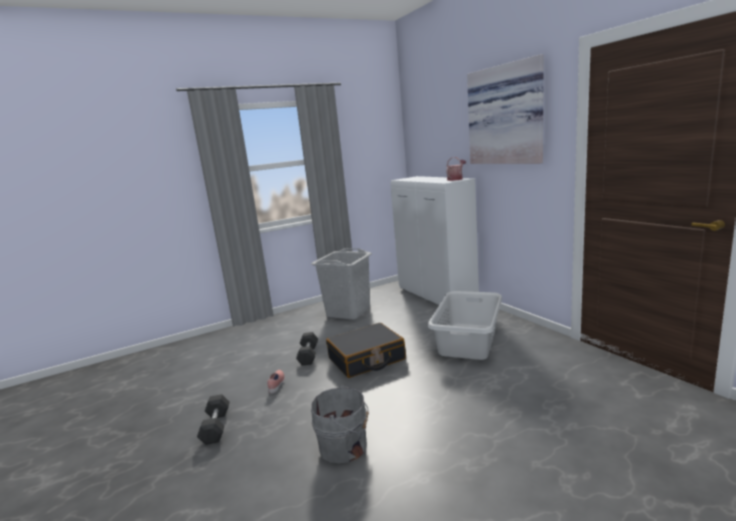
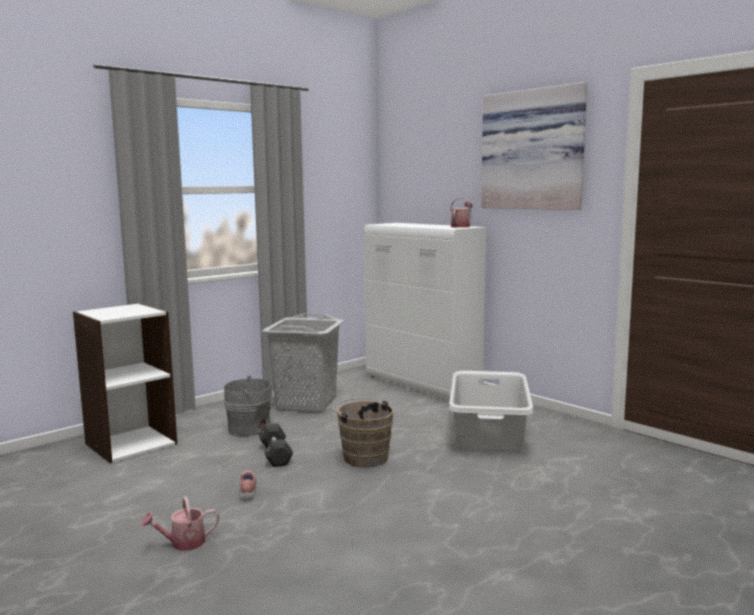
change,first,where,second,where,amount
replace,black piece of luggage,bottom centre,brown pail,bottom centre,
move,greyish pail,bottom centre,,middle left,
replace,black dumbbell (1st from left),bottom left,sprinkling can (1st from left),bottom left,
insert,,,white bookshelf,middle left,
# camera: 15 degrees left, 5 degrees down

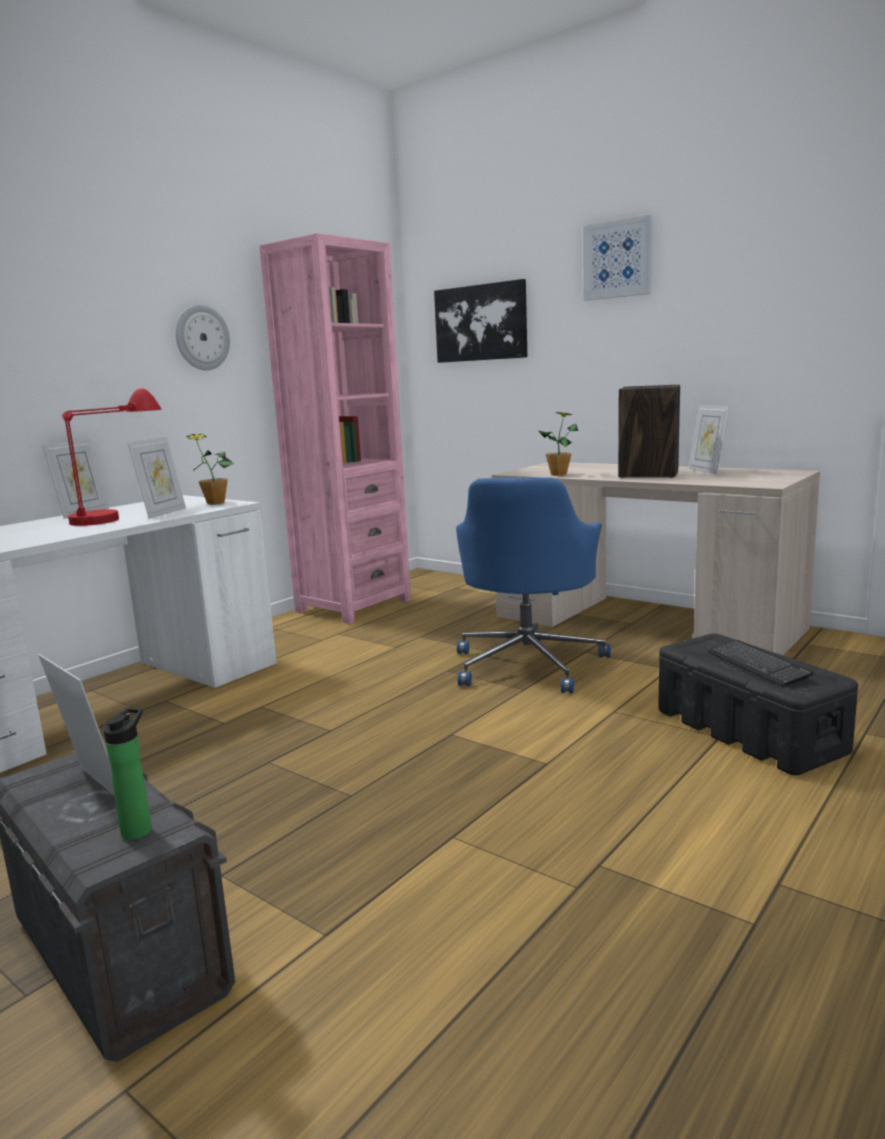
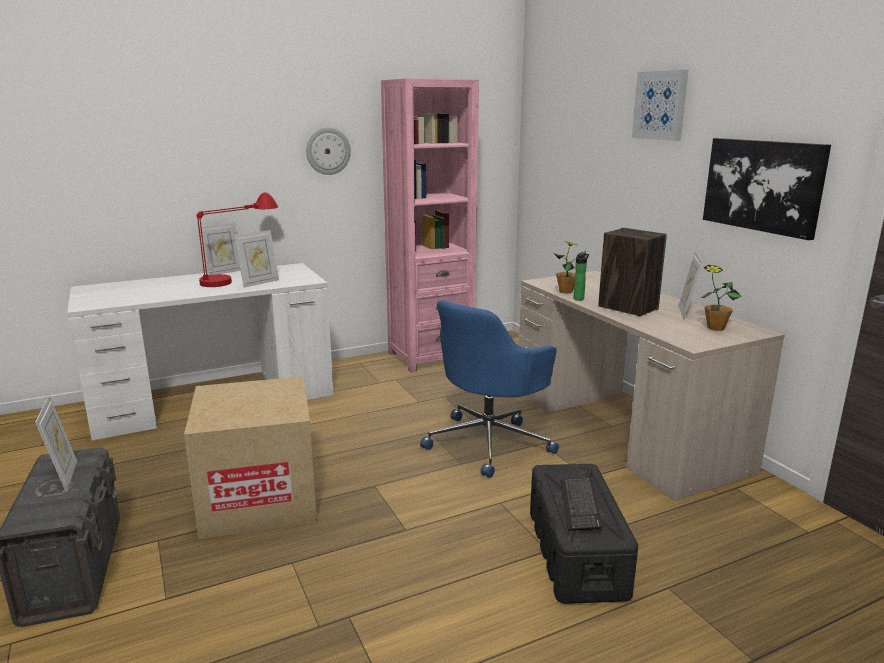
change,first,where,second,where,amount
move,wall art (1st from left in the first image),top centre,wall art (2nd from left),top right,
move,houseplant (1st from left in the first image),middle left,houseplant (2nd from left),middle right,
move,drink bottle,bottom left,,centre,
insert,,,cardboard box,bottom left,
# camera: 25 degrees right, 5 degrees up

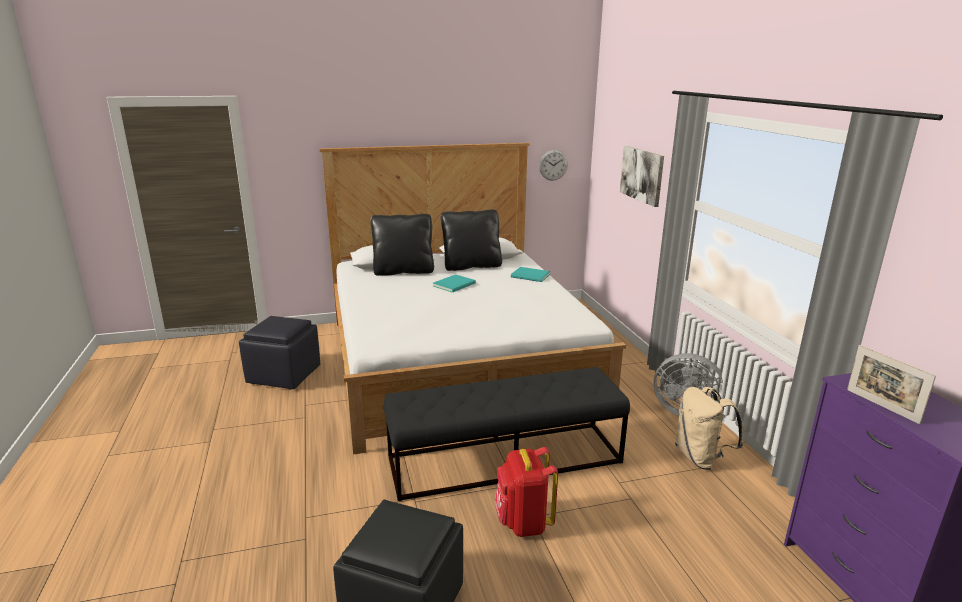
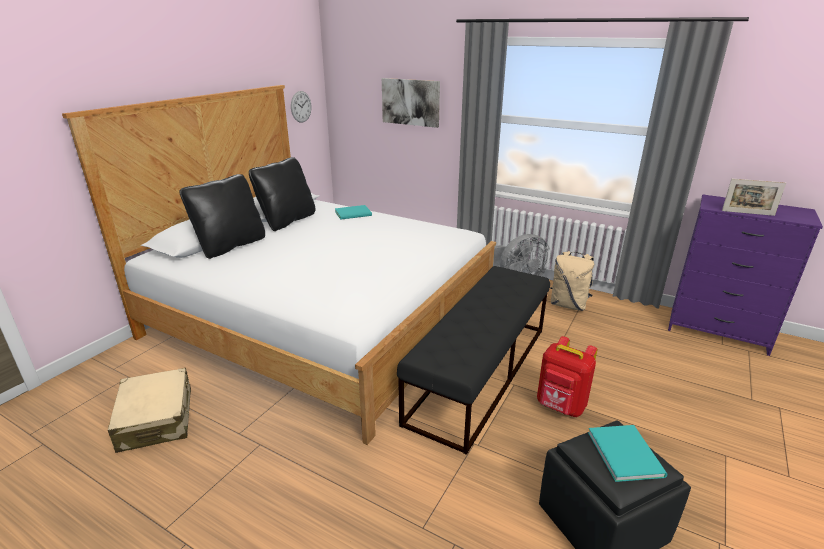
change,first,where,second,where,amount
move,blue-green volume (1st from left in the first image),centre,blue-green volume (2nd from left),bottom right,
replace,black pouffe (1st from left),middle left,beige-coloured piece of luggage,bottom left,
# camera: 45 degrees left, 5 degrees up

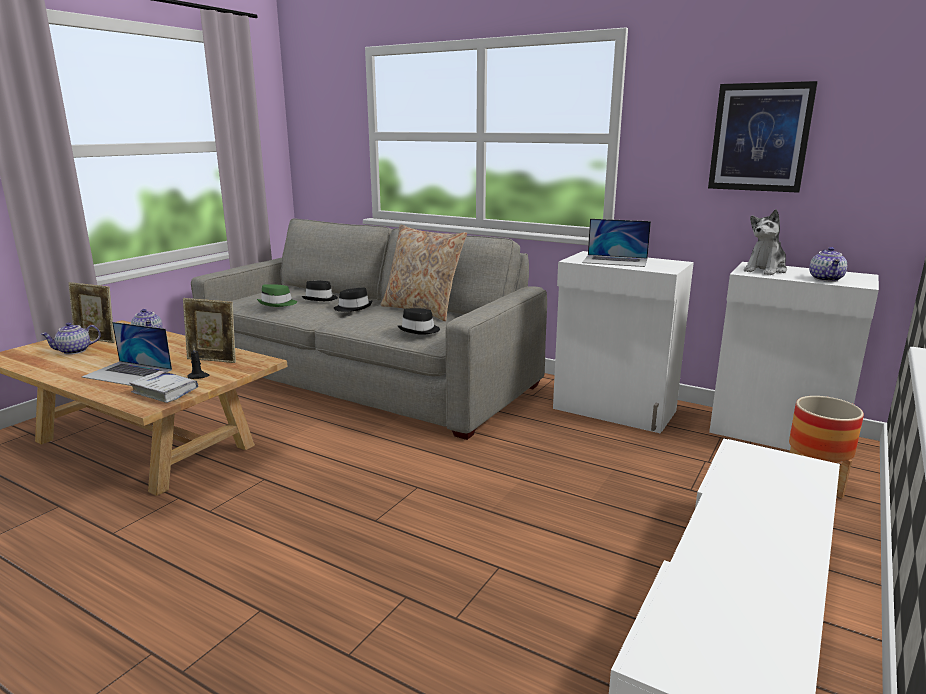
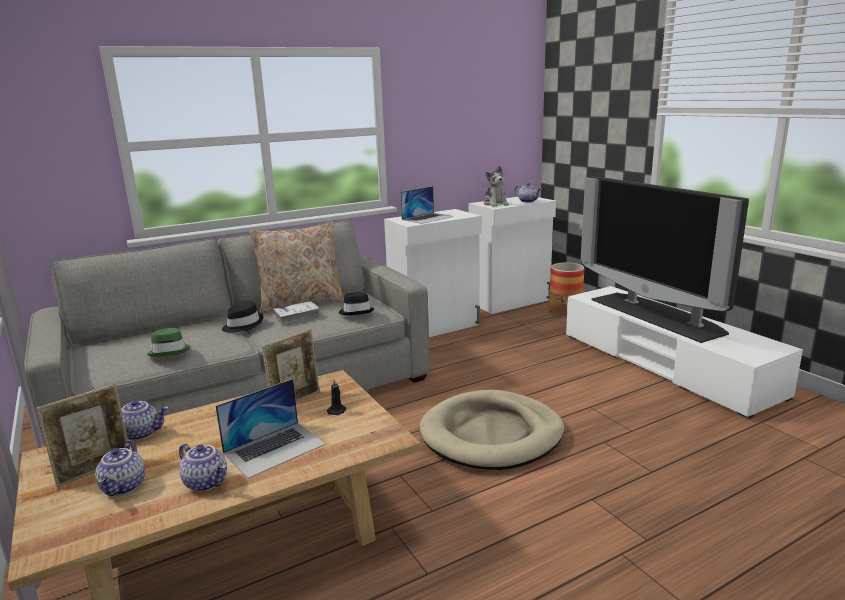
change,first,where,second,where,amount
delete,wall art,top right,,,
delete,black clothing hat (1st from left),centre,,,
move,white volume,middle left,,centre,
insert,,,TV,middle right,
insert,,,beige-coloured dog cushion,bottom centre,
insert,,,tea pot (3rd from left),bottom left,
# camera: 60 degrees left, 0 degrees up

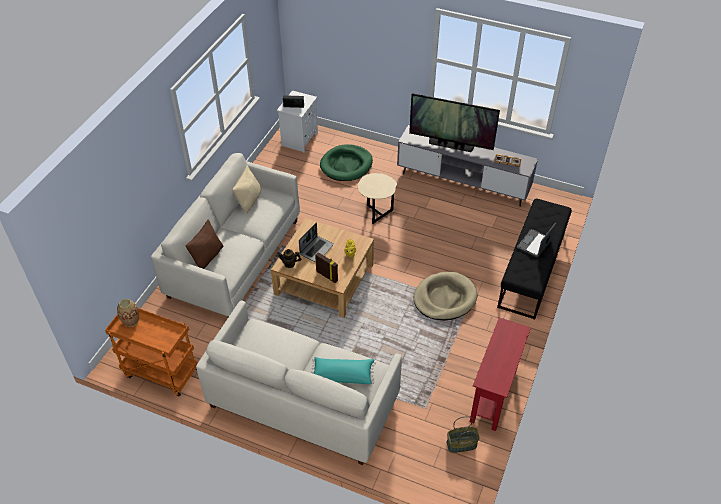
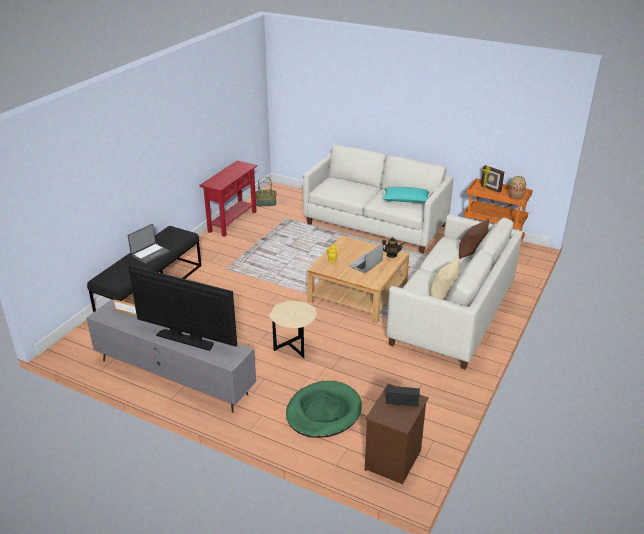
change,first,where,second,where,amount
recolor,white nightstand,top centre,brown nightstand,bottom centre,
move,standing frame (1st from left in the first image),centre,standing frame (2nd from left),middle right,
delete,beige-coloured dog cushion,centre,,,
move,blue-green cushion,bottom centre,,centre,
# camera: 175 degrees left, 15 degrees down

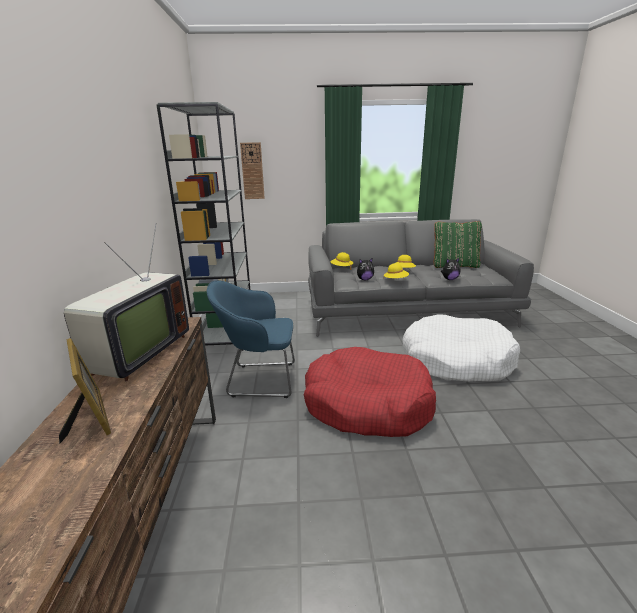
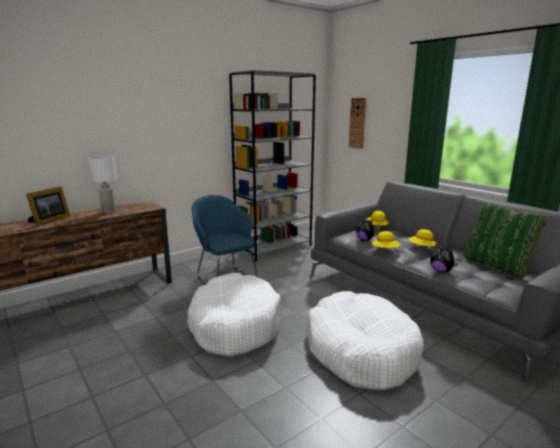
change,first,where,second,where,amount
replace,TV,middle left,white lamp for a table,middle left,
recolor,red dog cushion,centre,white dog cushion (1st from left),bottom centre,
# camera: 55 degrees right, 5 degrees down

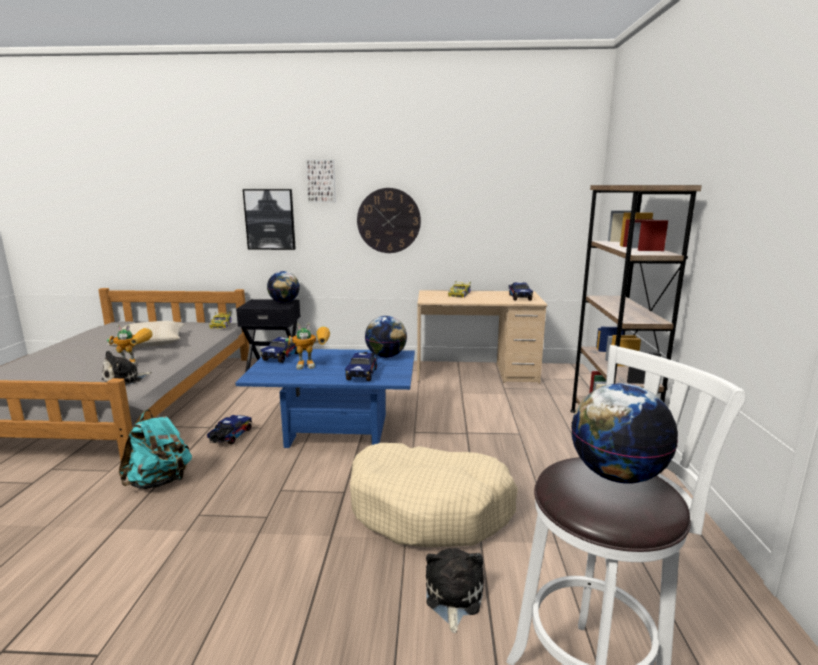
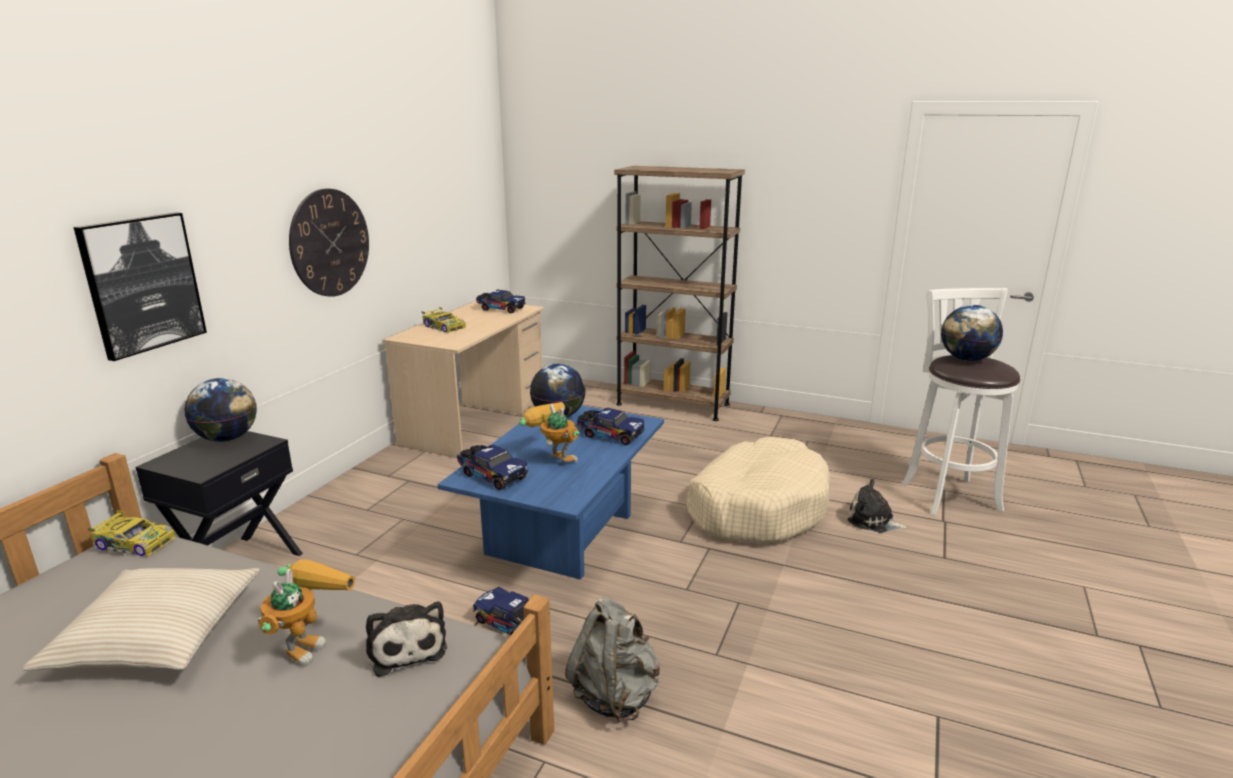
change,first,where,second,where,amount
delete,wall art (2nd from left),top centre,,,
rotate,model robot (2nd from left),centre,,centre,60 degrees counterclockwise
recolor,blue-green rucksack,bottom left,greyish rucksack,bottom centre,
# camera: 70 degrees left, 5 degrees up

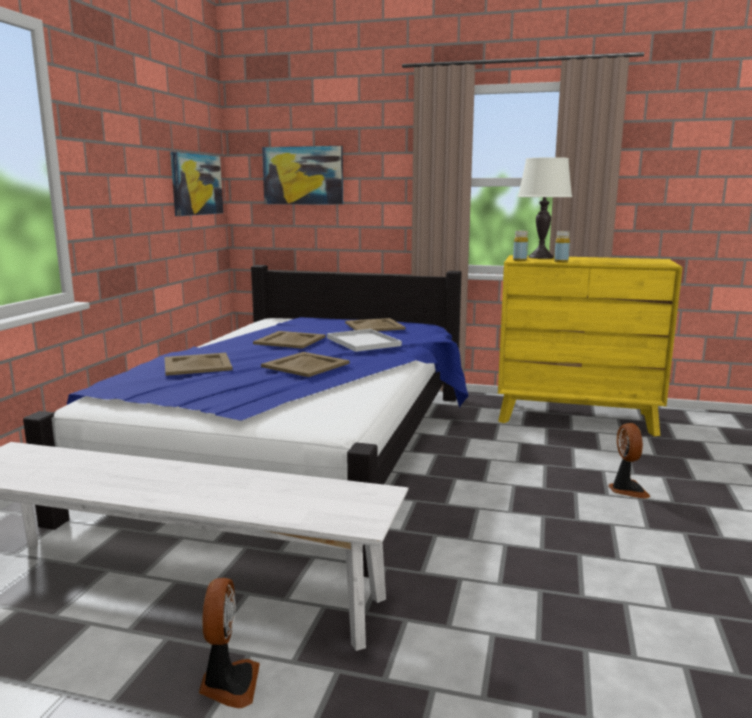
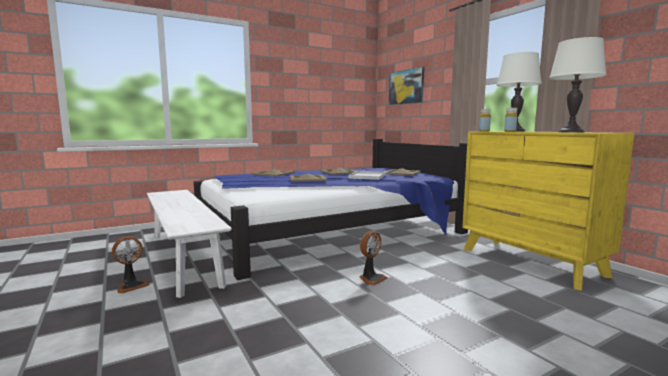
change,first,where,second,where,amount
delete,wall art (1st from left),top left,,,
move,fan (2nd from left),middle right,,bottom centre,
insert,,,white lamp for a table (2nd from left),top right,
# camera: 45 degrees right, 5 degrees down

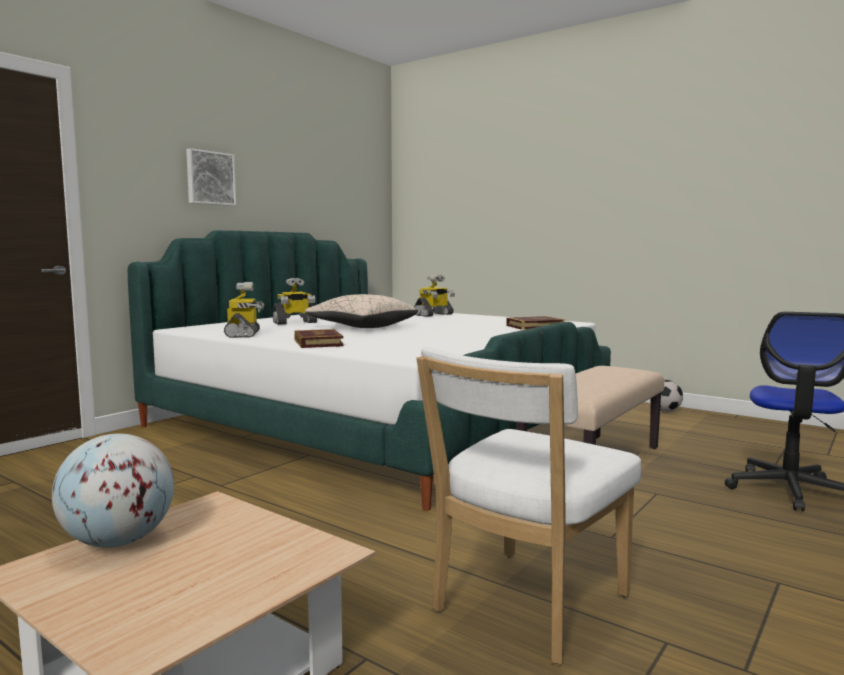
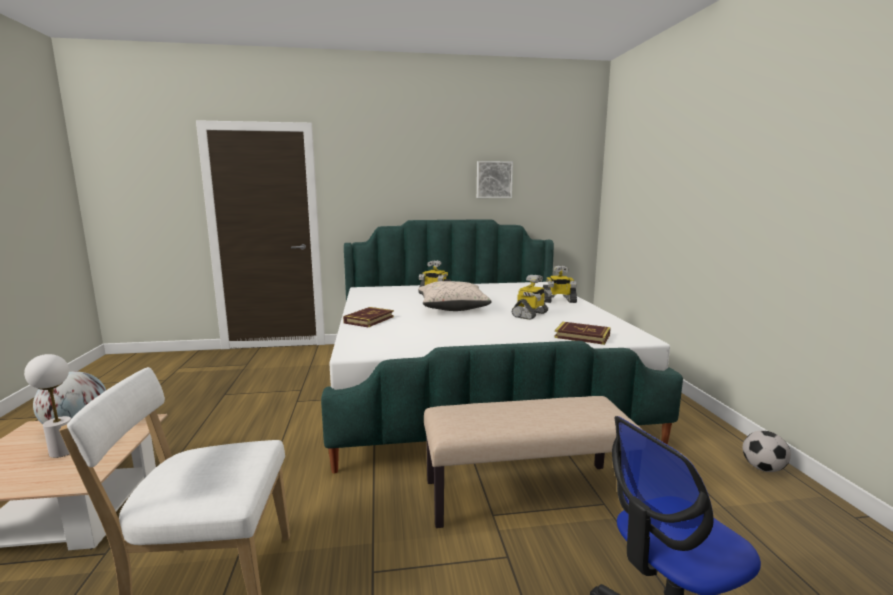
change,first,where,second,where,amount
move,wall art,top left,,top centre,
move,model robot (1st from left in the first image),middle left,model robot (2nd from left),centre,
insert,,,white lamp for a table,bottom left,
# camera: 45 degrees right, 5 degrees up

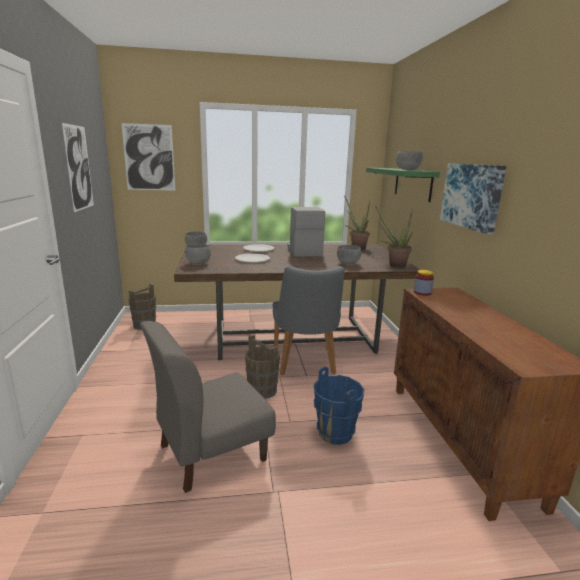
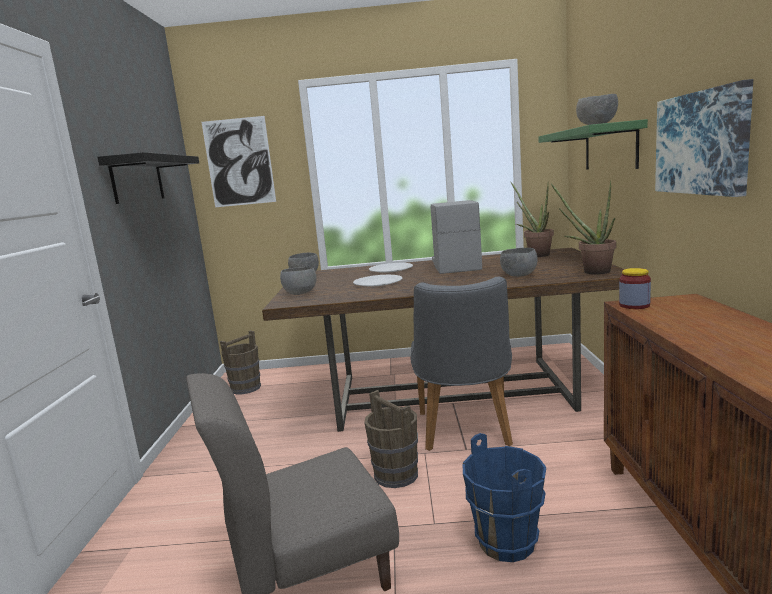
change,first,where,second,where,amount
replace,wall art (1st from left),top left,black shelf,top left,
# camera: 10 degrees right, 5 degrees down

